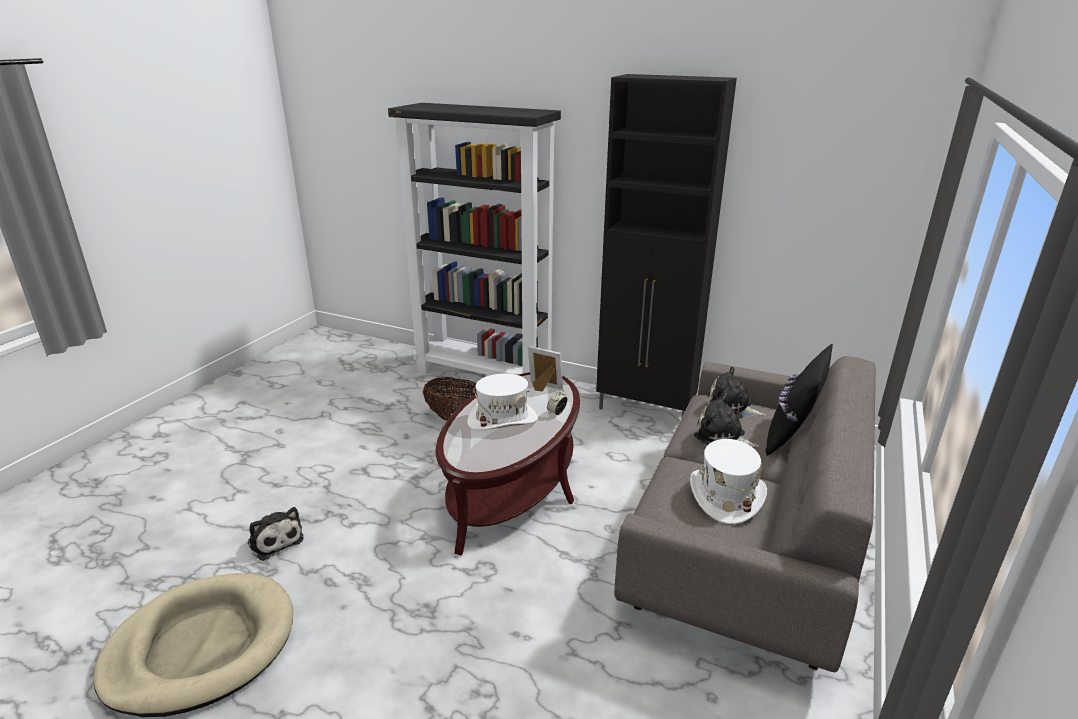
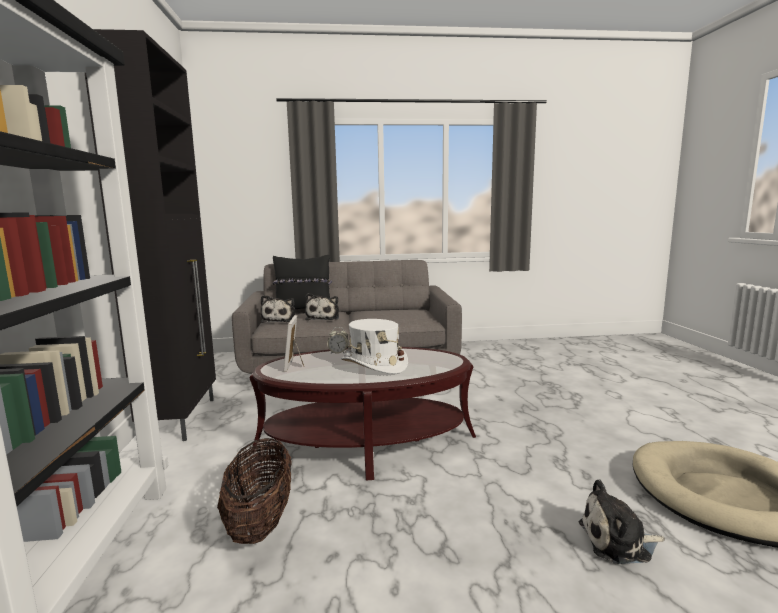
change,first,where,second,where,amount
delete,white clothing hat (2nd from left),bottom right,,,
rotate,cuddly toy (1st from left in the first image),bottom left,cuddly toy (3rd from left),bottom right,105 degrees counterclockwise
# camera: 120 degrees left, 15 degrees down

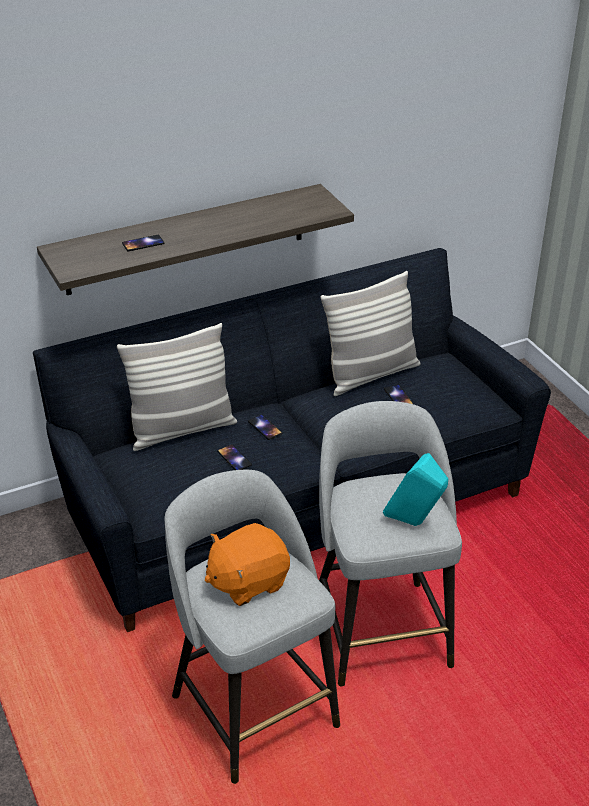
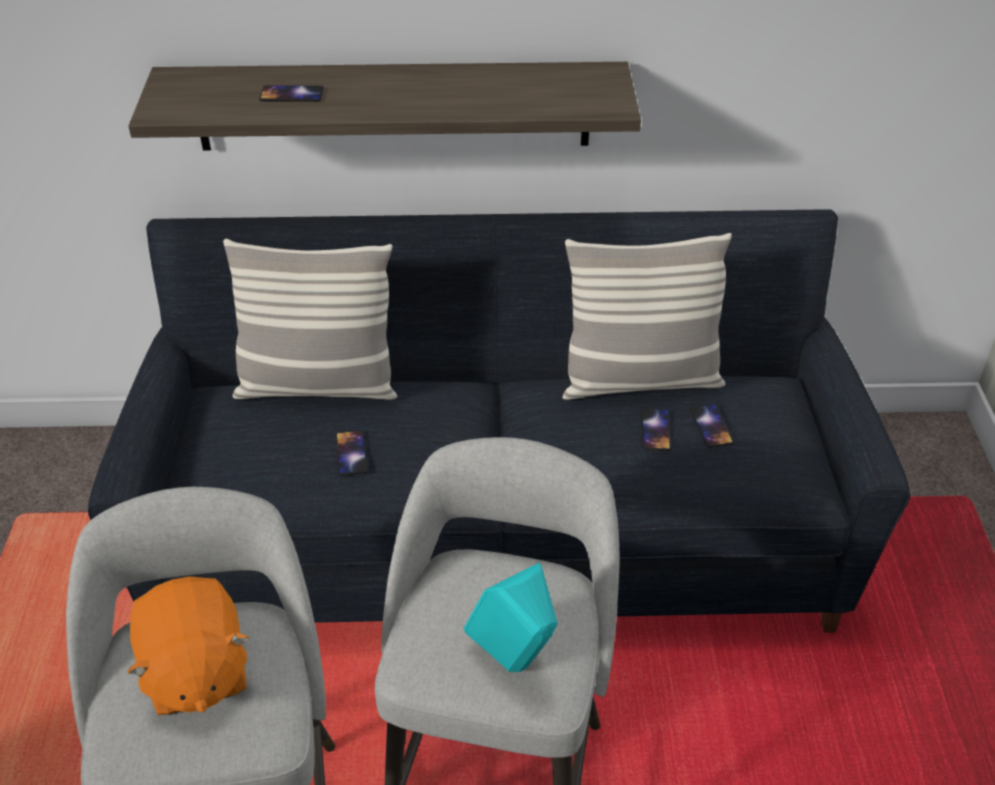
change,first,where,second,where,amount
move,telephone (3rd from left in the first image),centre,telephone (4th from left),middle right,
rotate,orange cuddly toy,bottom centre,,bottom left,105 degrees counterclockwise
# camera: 25 degrees right, 5 degrees up

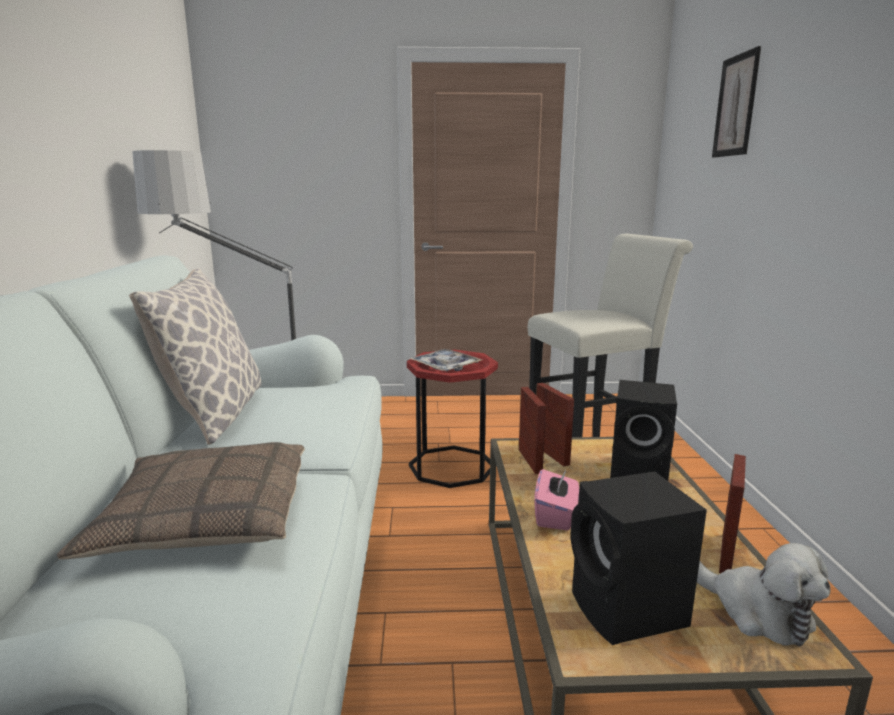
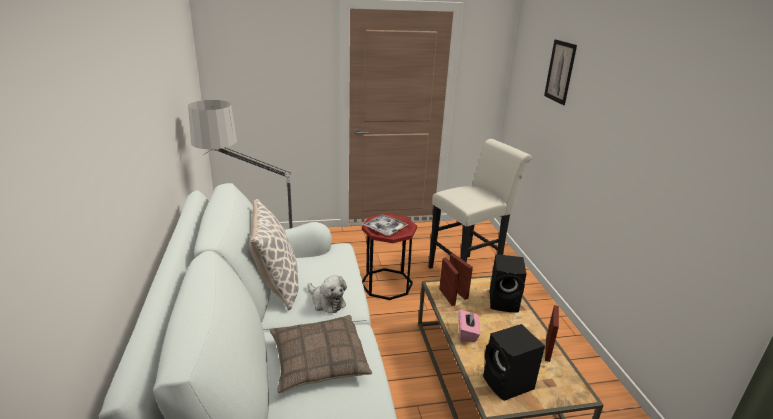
change,first,where,second,where,amount
move,cuddly toy,bottom right,,bottom centre,
# camera: 10 degrees left, 10 degrees up

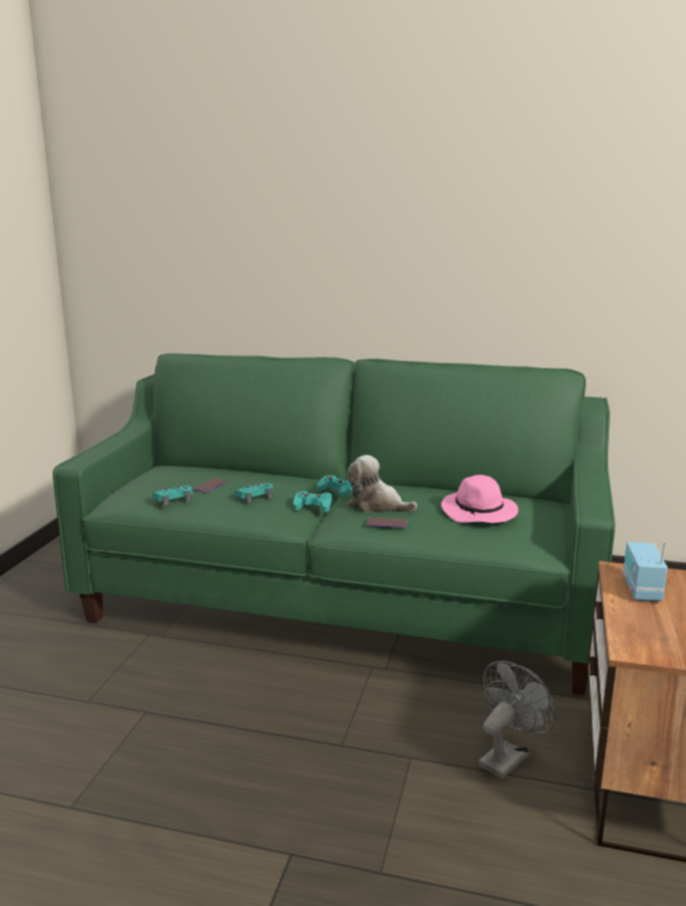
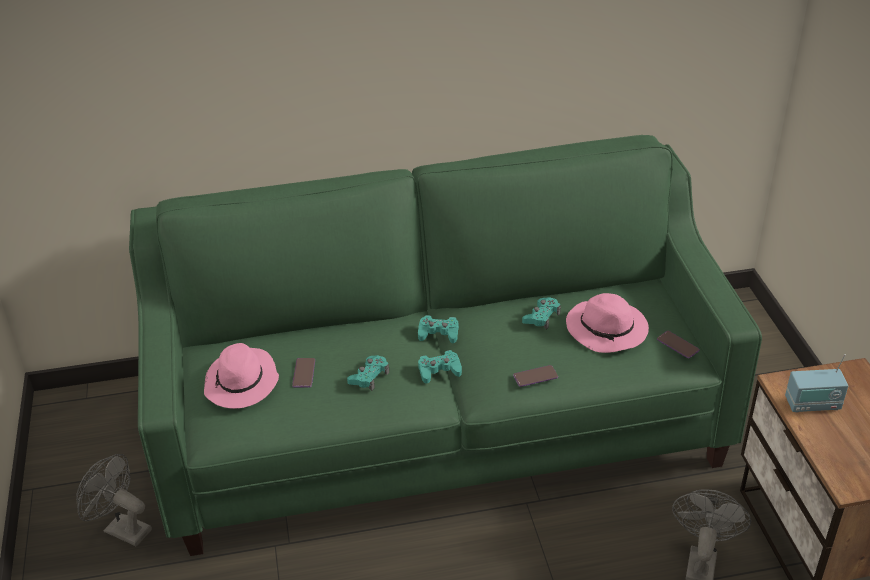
change,first,where,second,where,amount
delete,cuddly toy,centre,,,
move,blue-green game controller (1st from left in the first image),middle left,blue-green game controller (4th from left),centre,
rotate,radio receiver,middle right,,middle right,75 degrees counterclockwise
insert,,,telephone (3rd from left),middle right,
insert,,,pink clothing hat (1st from left),middle left,
insert,,,greyish fan (1st from left),bottom left,
# camera: 25 degrees left, 20 degrees up

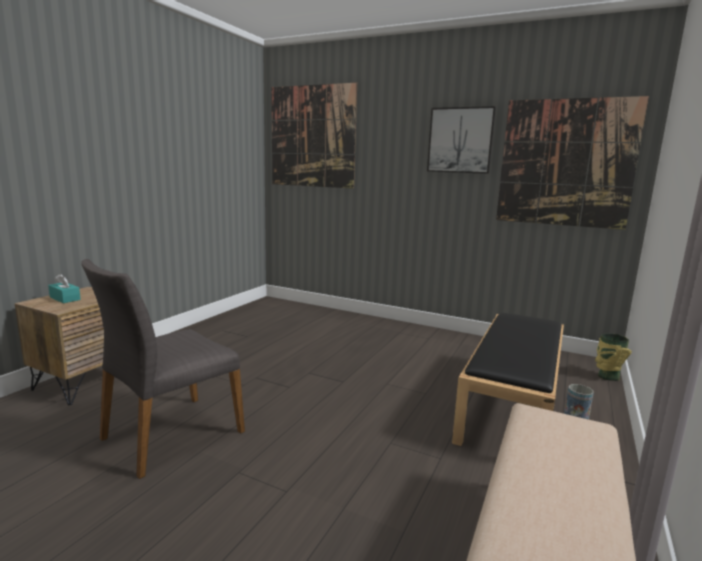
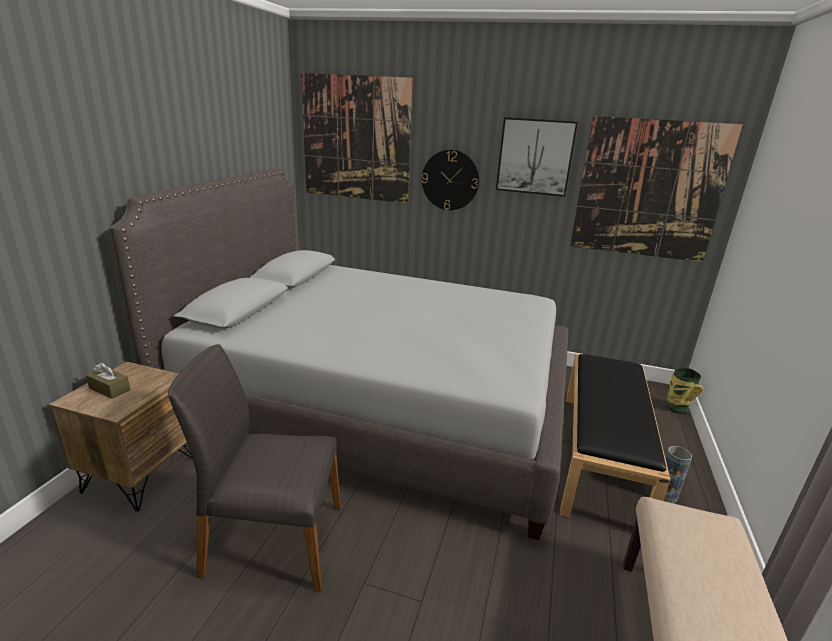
change,first,where,second,where,amount
rotate,greyish chair,middle left,,bottom left,60 degrees clockwise
recolor,blue-green box of tissues,middle left,brown box of tissues,middle left,
insert,,,wall clock,top centre,
insert,,,greyish bed,centre,
# camera: 10 degrees left, 10 degrees up

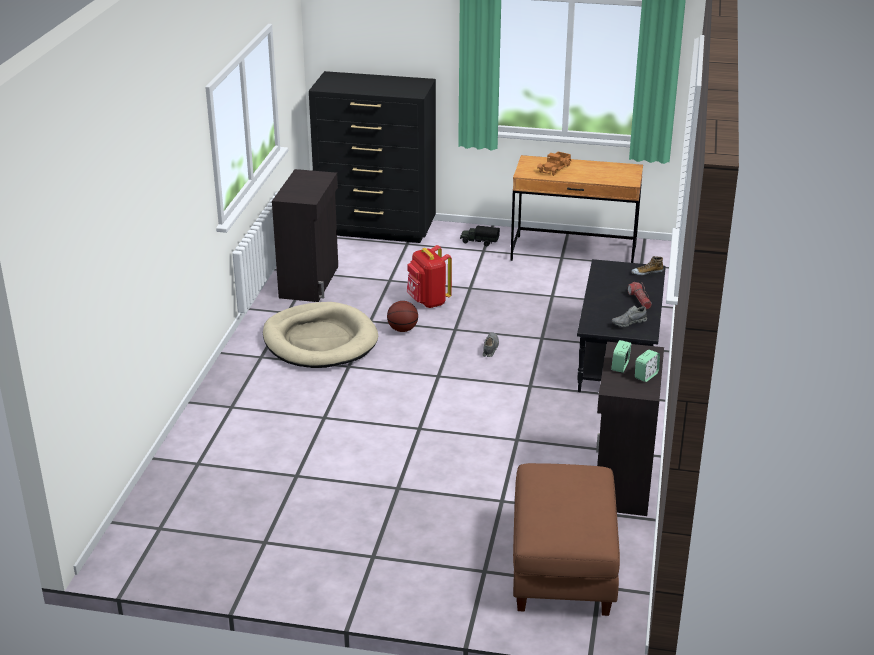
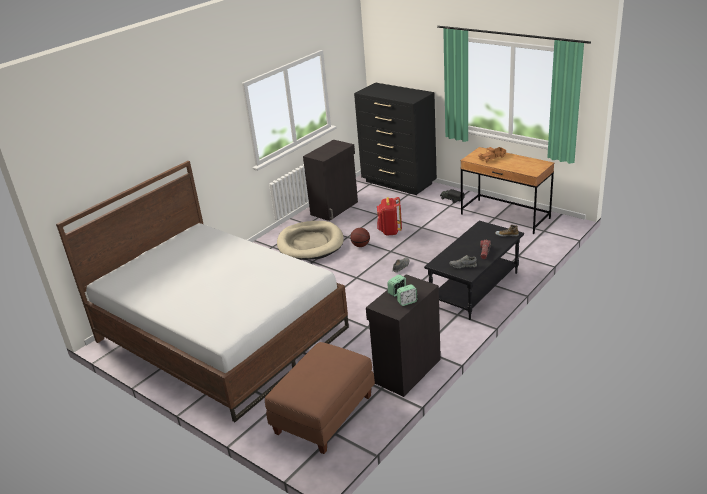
change,first,where,second,where,amount
insert,,,bed,middle left,
# camera: 30 degrees right, 0 degrees up

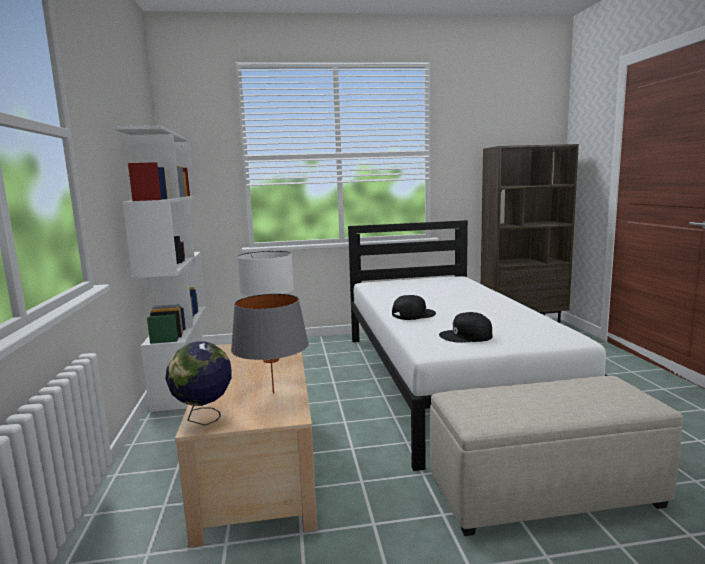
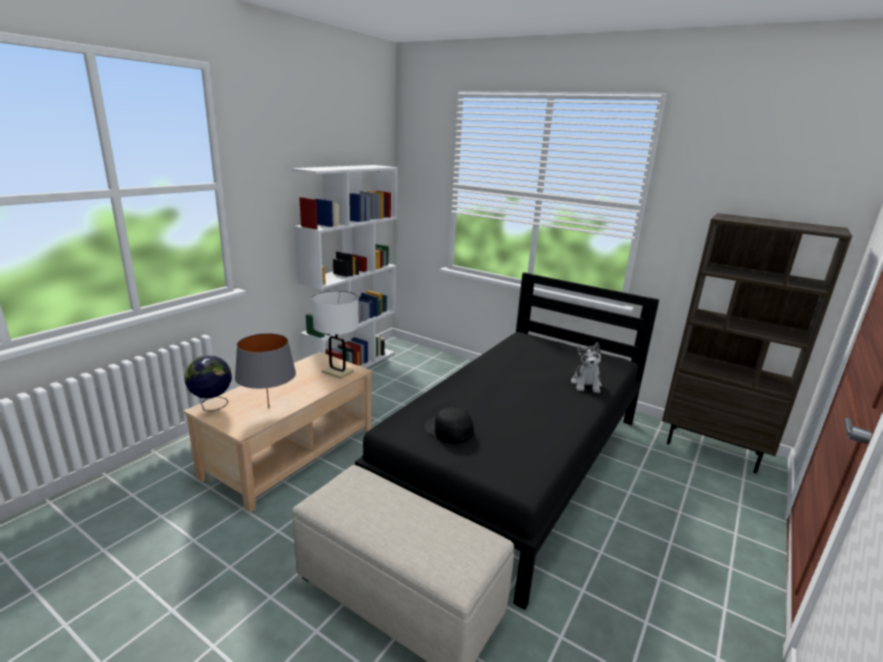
change,first,where,second,where,amount
recolor,white bed,middle right,black bed,centre,
delete,black cap (1st from left),centre,,,
insert,,,cuddly toy,centre,
# camera: 40 degrees right, 10 degrees up

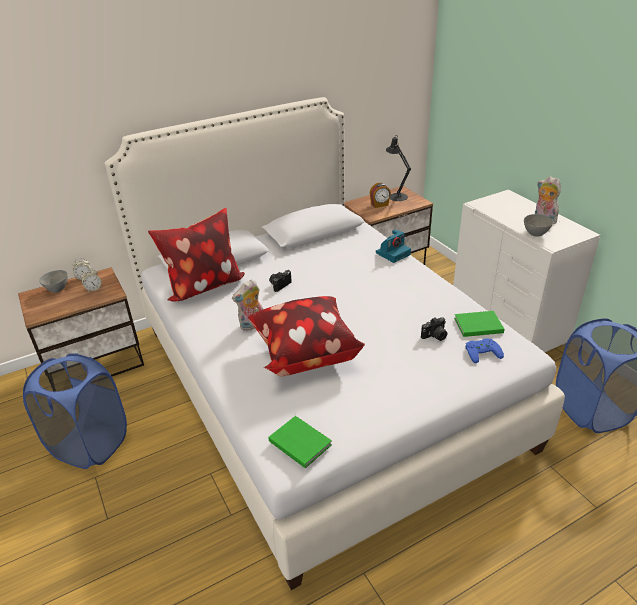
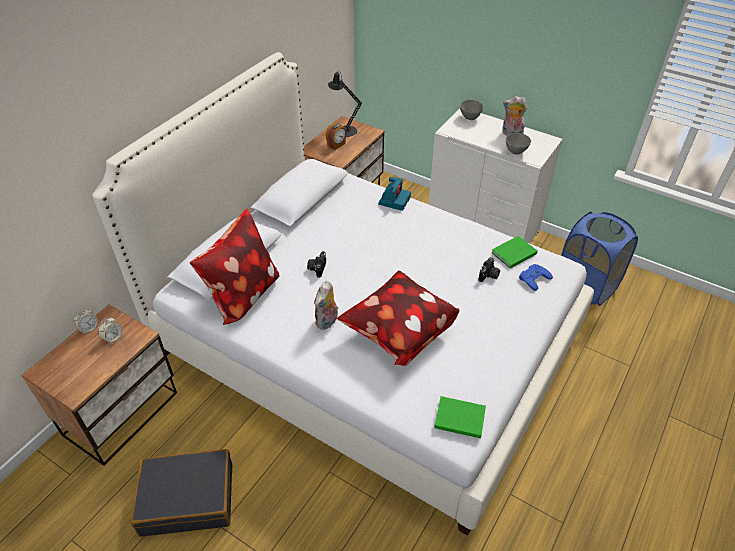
change,first,where,second,where,amount
move,greyish bowl (1st from left),middle left,,top centre,
replace,blue hamper (1st from left),bottom left,black piece of luggage,bottom left,
# camera: 30 degrees left, 10 degrees up

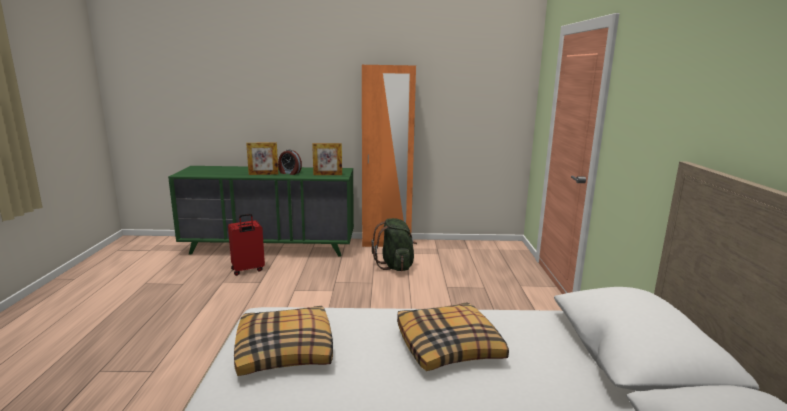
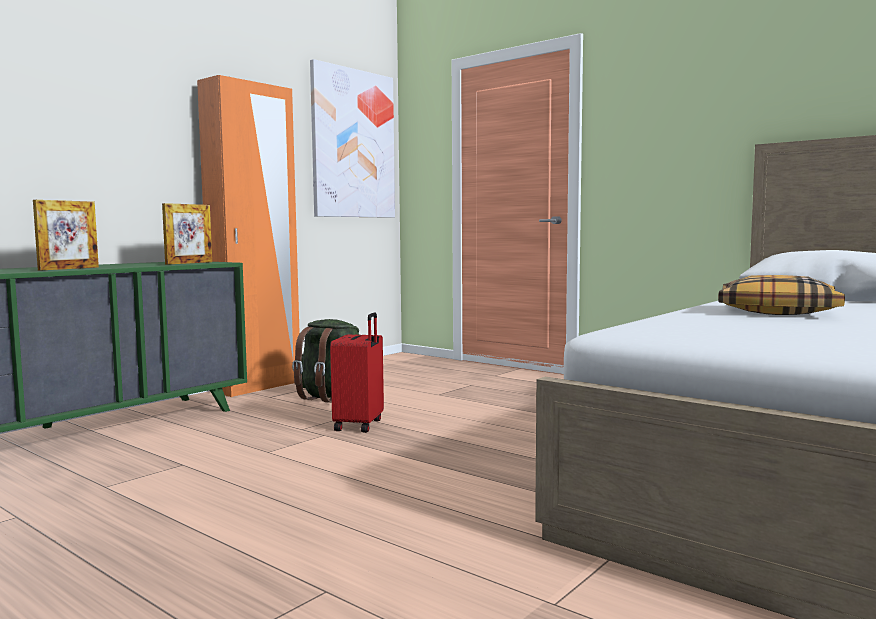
change,first,where,second,where,amount
delete,bedside clock,centre,,,
move,red piece of luggage,middle left,,centre,
delete,cushion (1st from left),bottom centre,,,
insert,,,wall art,top centre,
# camera: 50 degrees left, 10 degrees down

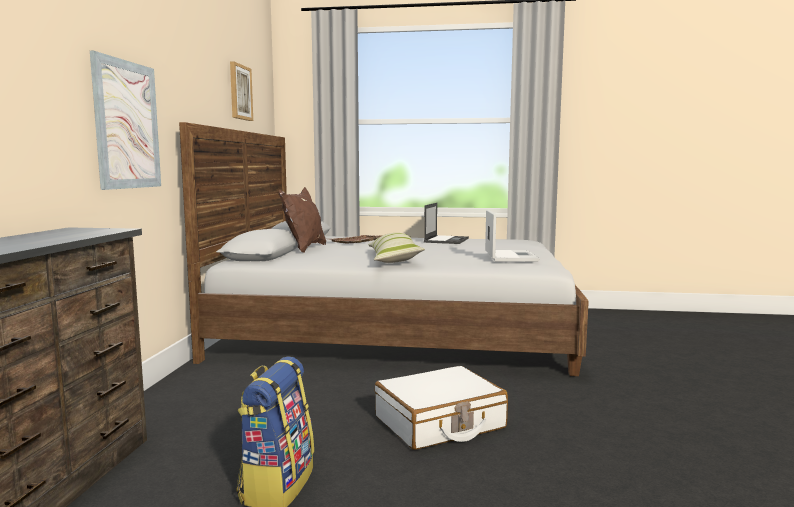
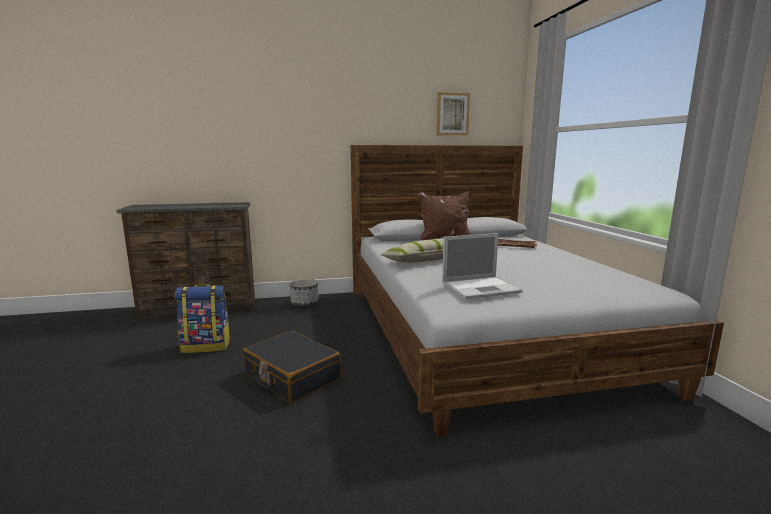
change,first,where,second,where,amount
delete,wall art (1st from left),top left,,,
delete,notebook computer (1st from left),centre,,,
recolor,white piece of luggage,bottom centre,black piece of luggage,bottom centre,
insert,,,planter,centre,
# camera: 70 degrees right, 5 degrees up

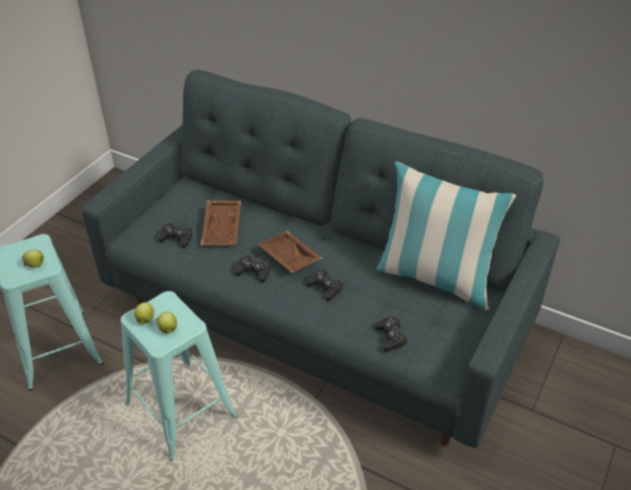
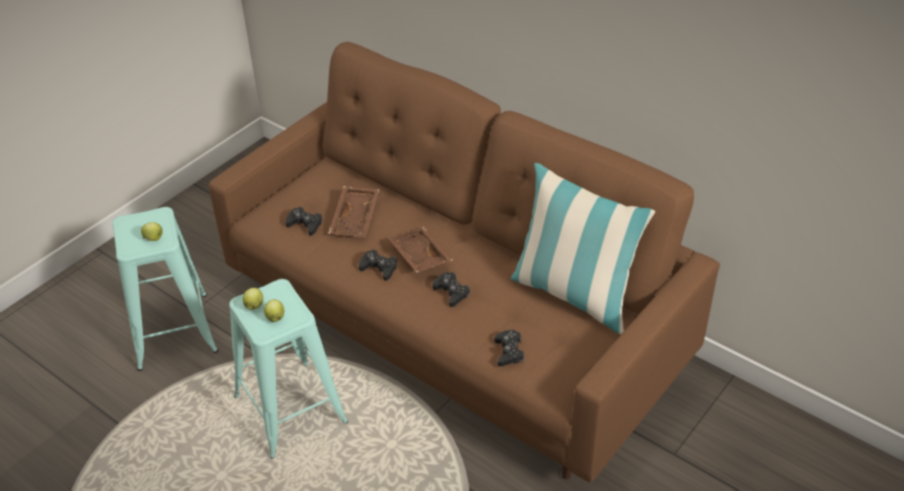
change,first,where,second,where,amount
recolor,greyish couch,centre,brown couch,centre,
# camera: 10 degrees right, 0 degrees up

